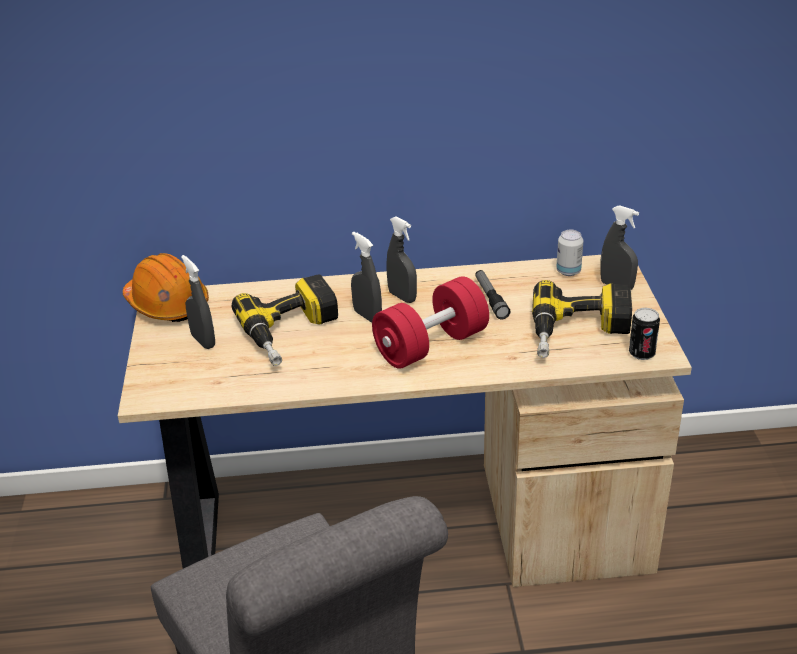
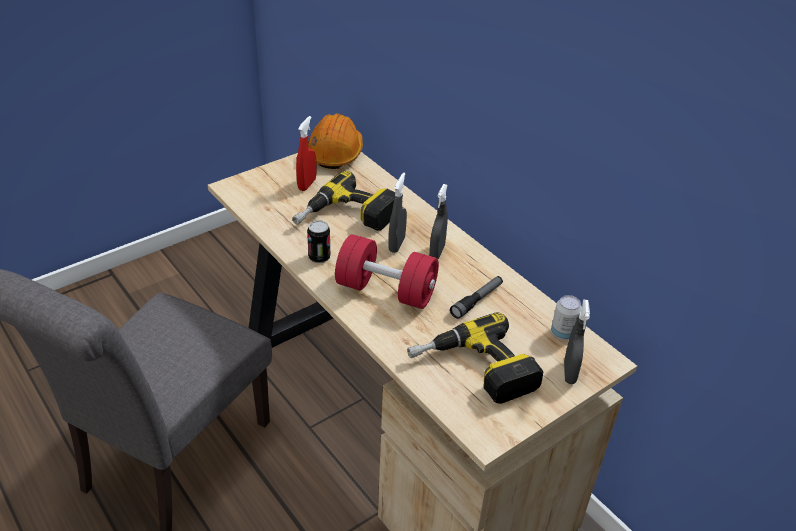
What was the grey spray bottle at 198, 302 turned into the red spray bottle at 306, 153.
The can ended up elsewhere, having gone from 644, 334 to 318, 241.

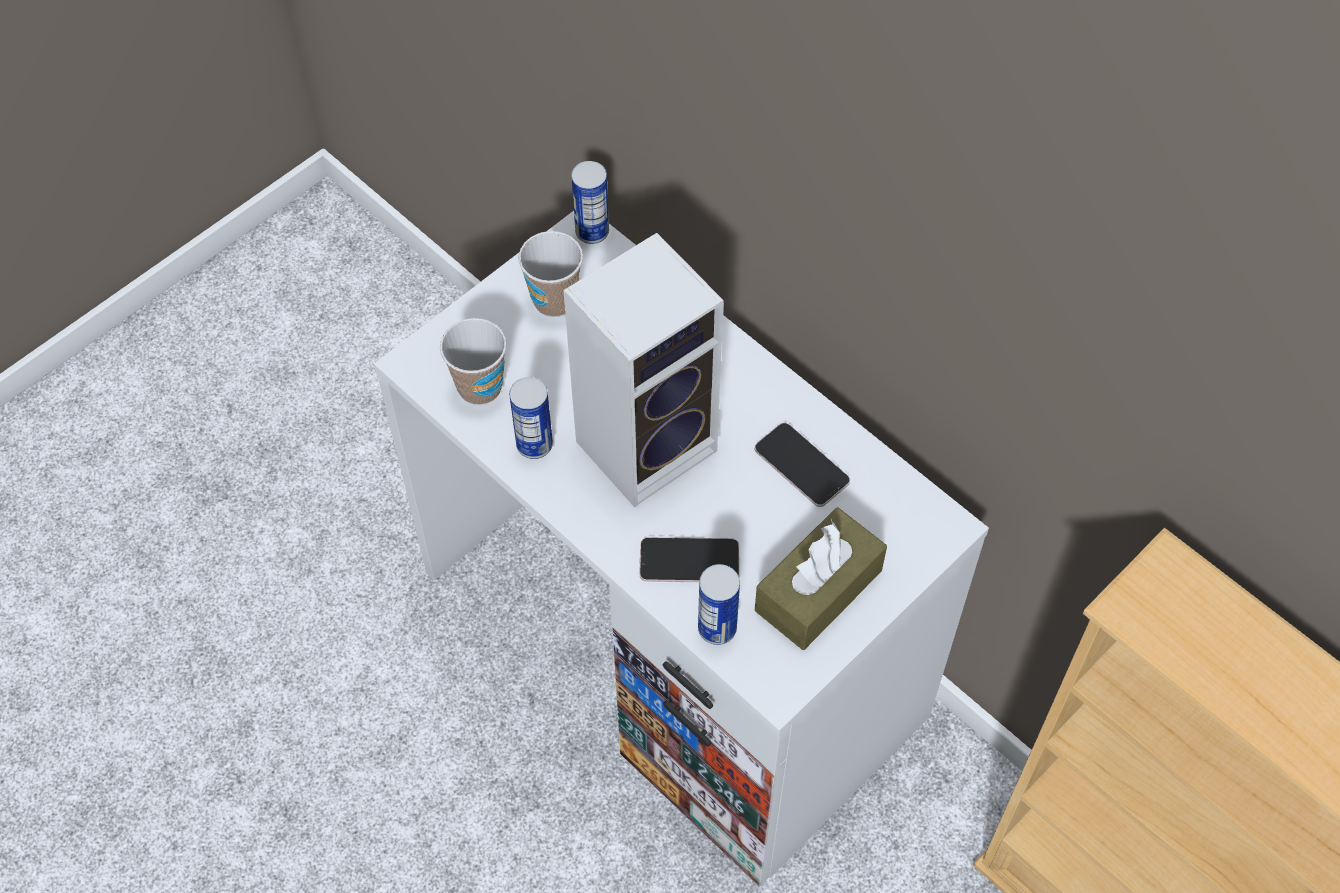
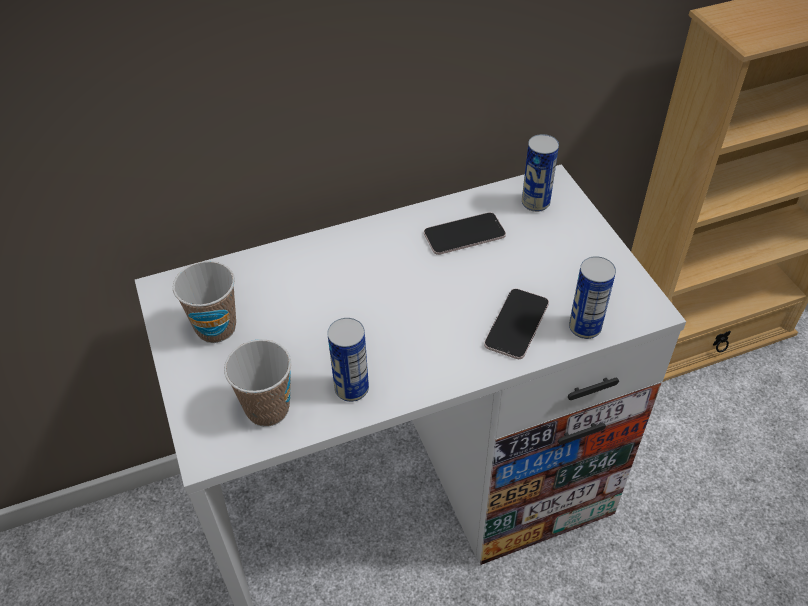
The second view lost the speaker at 643, 370.
The can ended up elsewhere, having gone from 590, 202 to 540, 173.
The second view lost the brown tissue box at 821, 578.

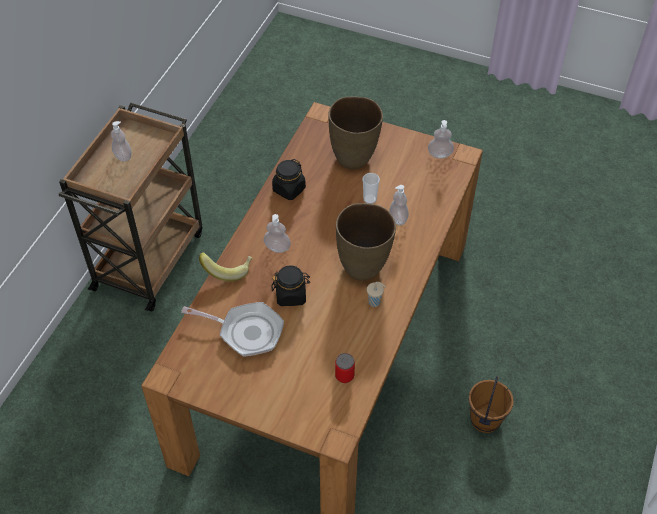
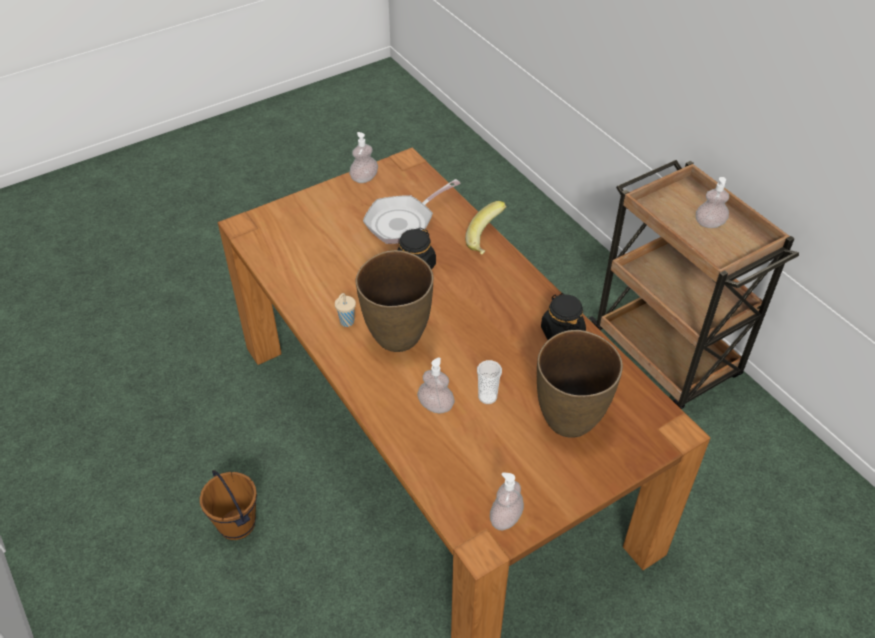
The soap dispenser ended up elsewhere, having gone from 277, 233 to 363, 157.
The second view lost the can at 345, 368.

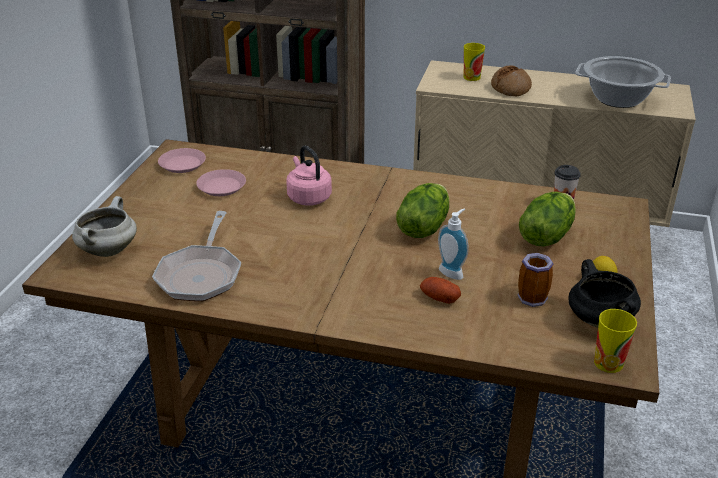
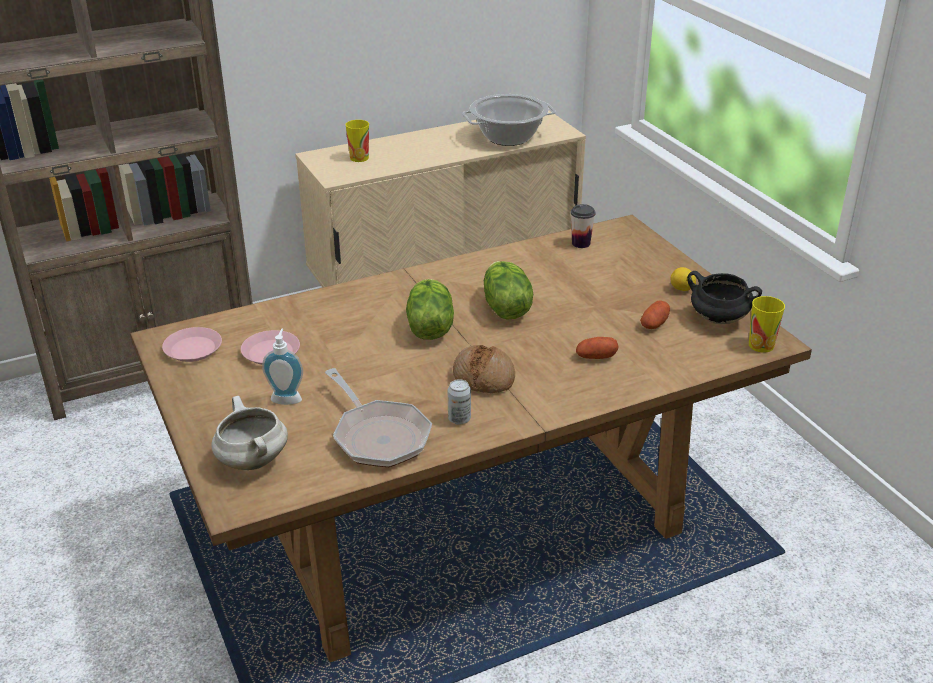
The second view lost the pink kettle at 309, 176.
The soap dispenser ended up elsewhere, having gone from 453, 244 to 282, 366.
The bread ended up elsewhere, having gone from 511, 81 to 484, 369.
Where the mug stood at 535, 280, the potato came to stand at 655, 315.
The lettuce ended up elsewhere, having gone from 547, 219 to 430, 309.
The second view gained the can at 459, 402.

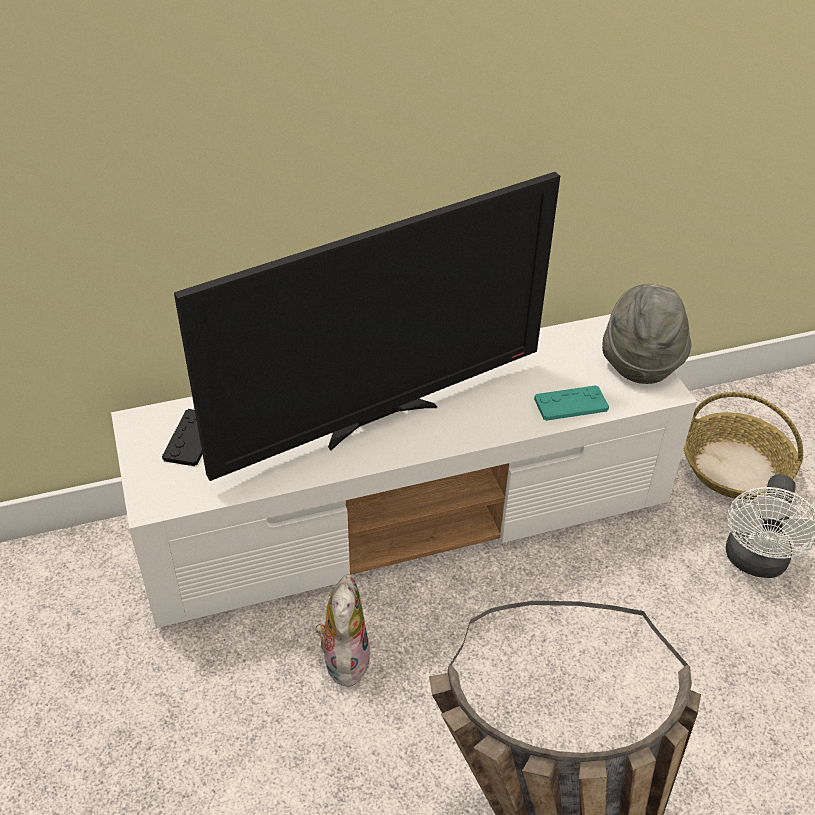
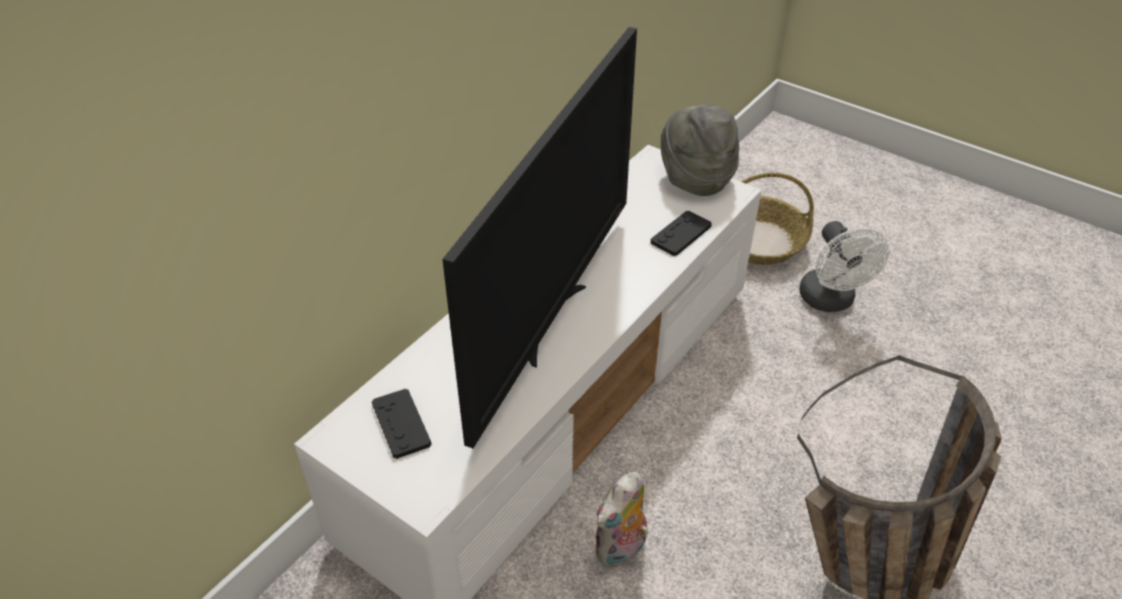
The plush toy at 342, 630 ended up facing another way, 105 degrees counterclockwise from before.
What was the turquoise game controller at 571, 403 turned into the black game controller at 681, 233.

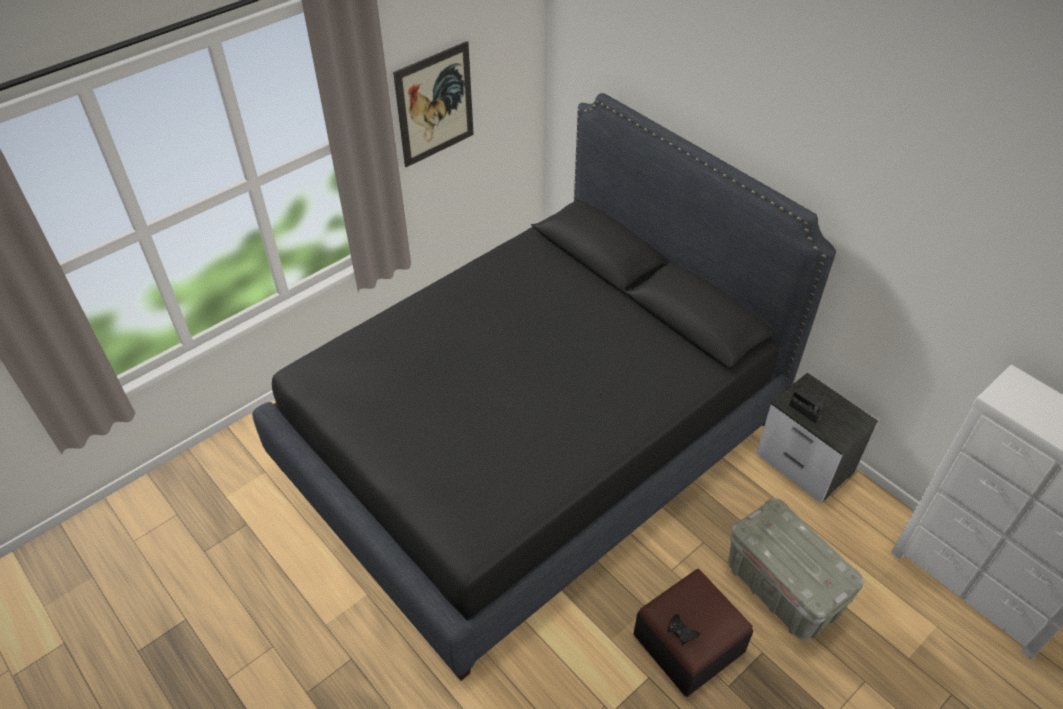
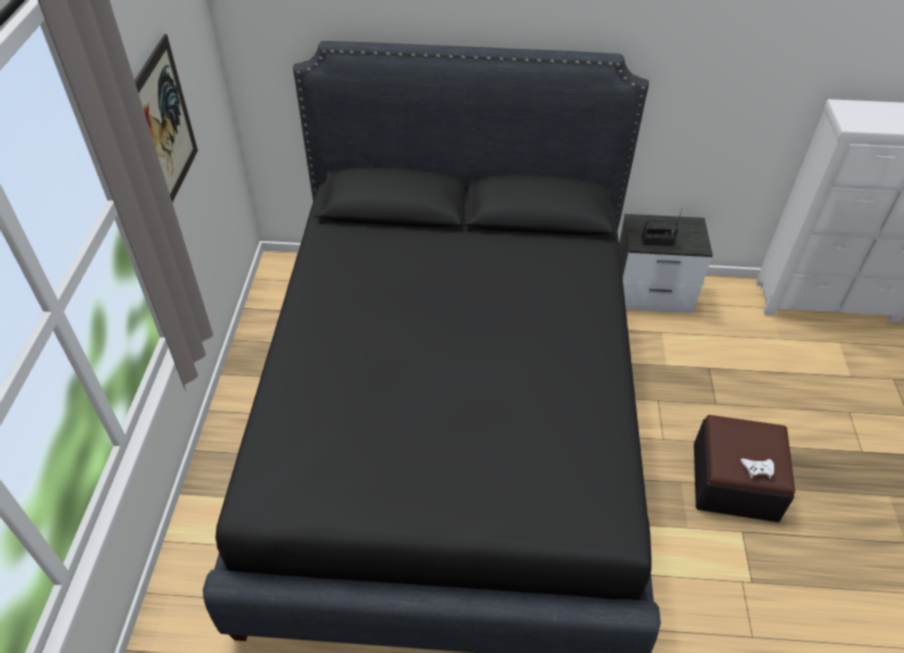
What was the black game controller at 683, 629 turned into the white game controller at 757, 468.
The second view lost the grey storage box at 796, 569.

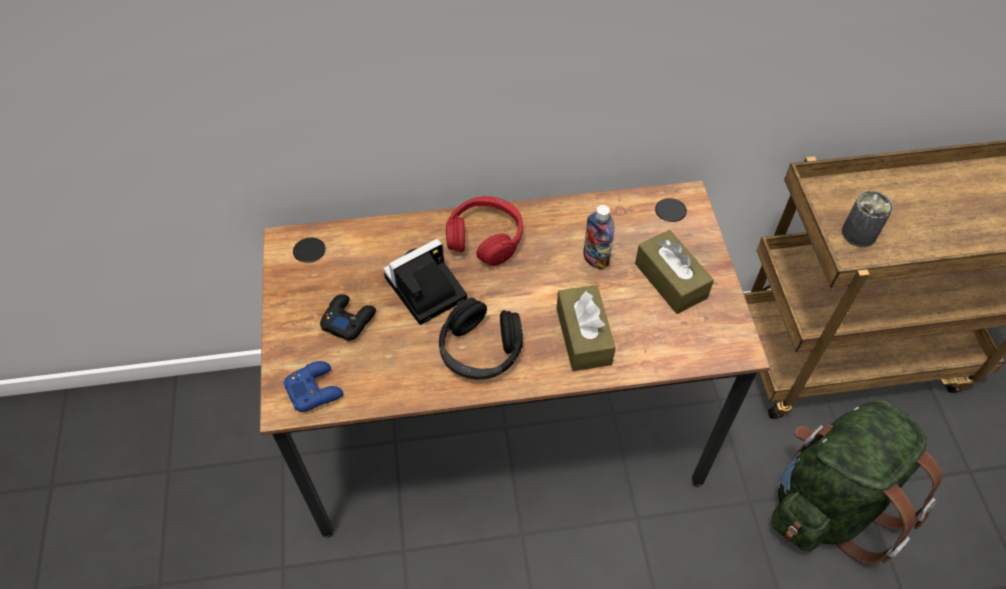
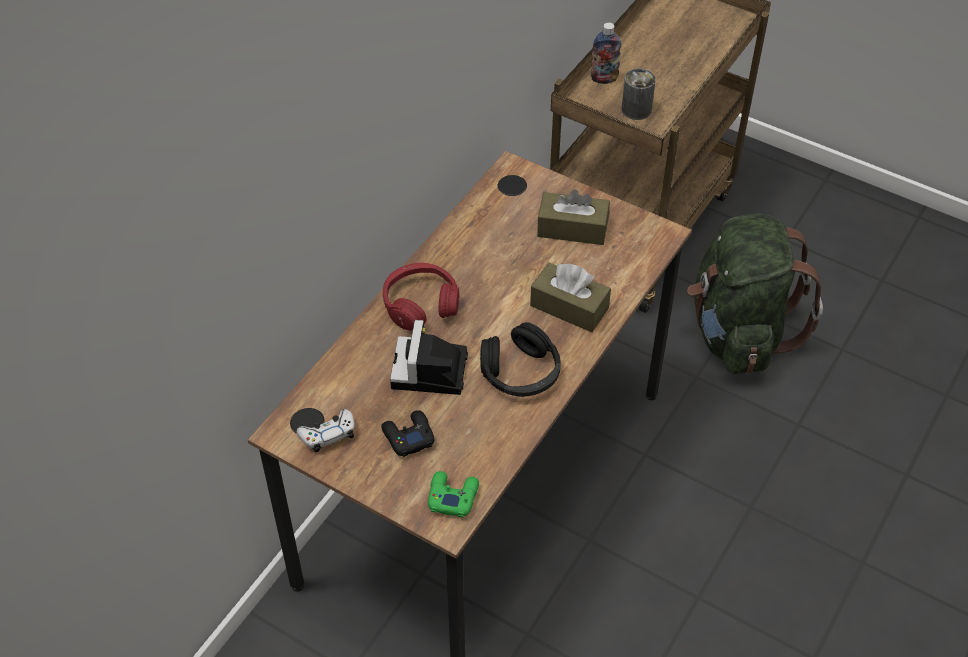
What was the blue game controller at 313, 386 turned into the green game controller at 453, 494.
The bottle ended up elsewhere, having gone from 598, 237 to 606, 53.
The second view gained the white game controller at 326, 431.

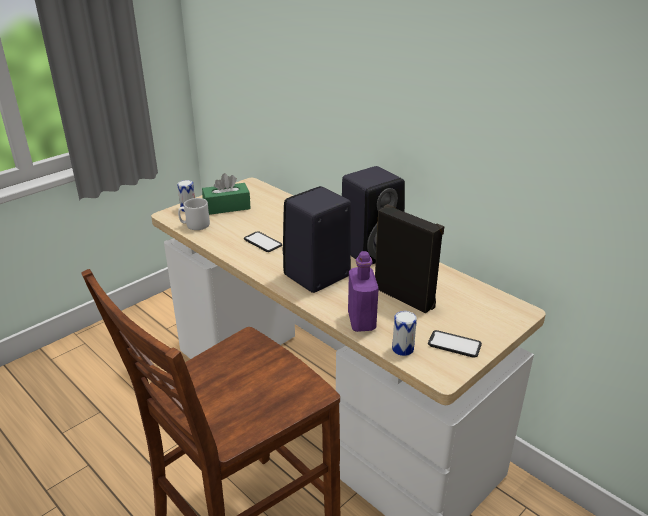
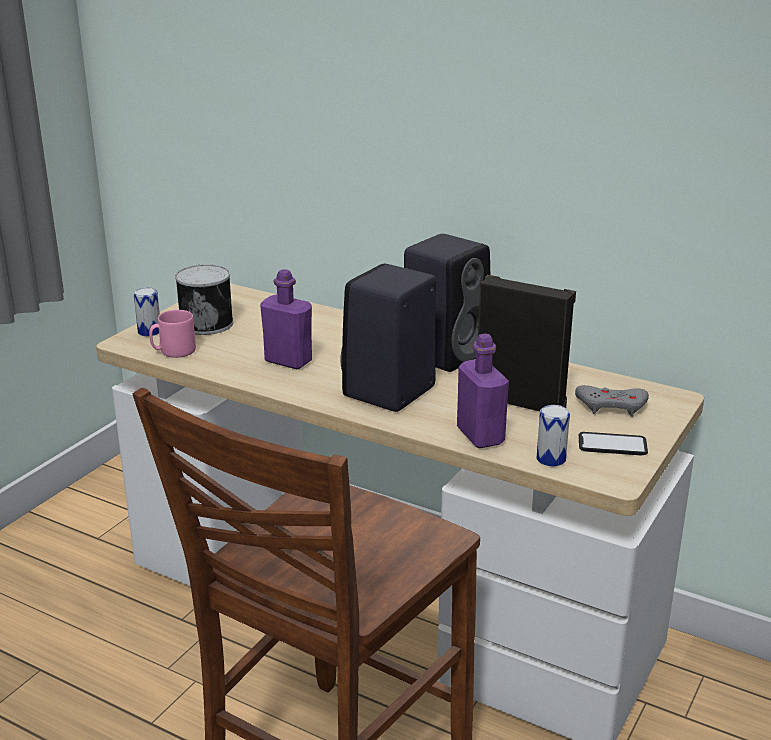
What was the grey mug at 194, 214 turned into the pink mug at 172, 334.
Where the green tissue box stood at 226, 194, the can came to stand at 204, 299.
Where the phone stood at 263, 241, the purple bottle came to stand at 286, 319.
The second view gained the grey game controller at 612, 401.

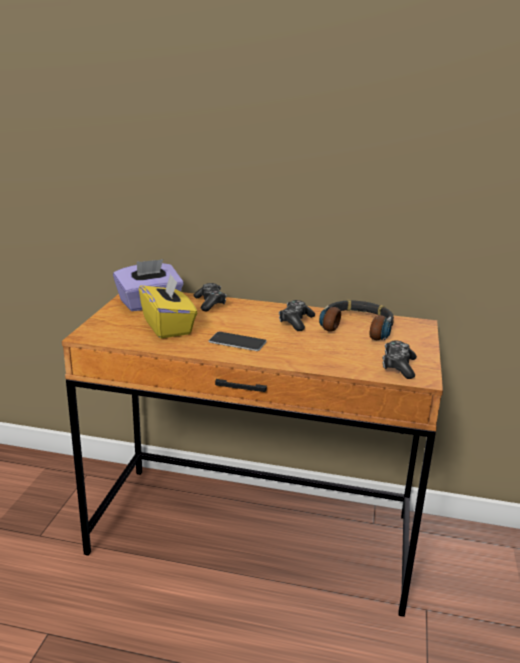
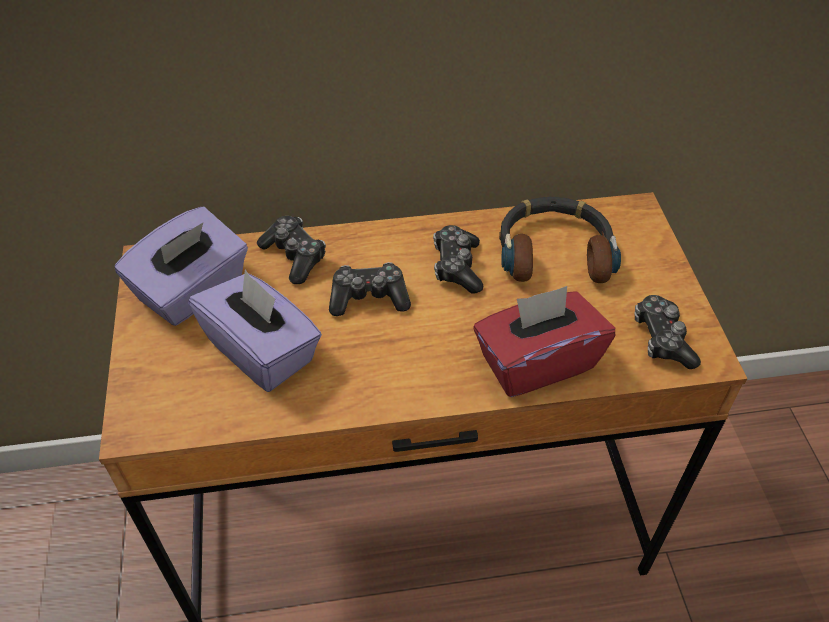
What was the yellow tissue box at 168, 306 turned into the purple tissue box at 255, 331.
The second view lost the phone at 238, 341.
The second view gained the game controller at 370, 289.
The second view gained the red tissue box at 544, 341.

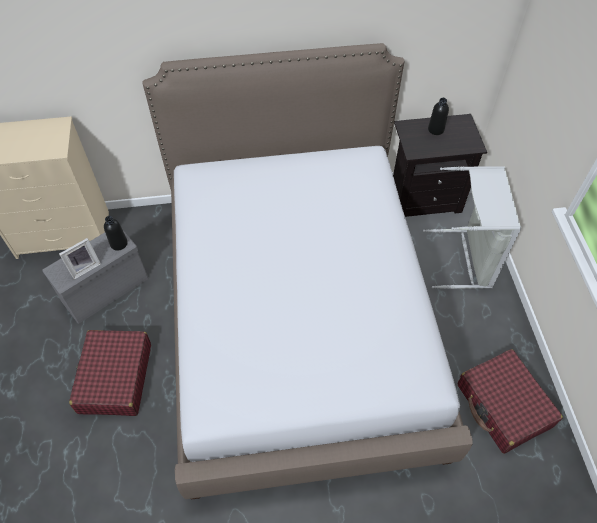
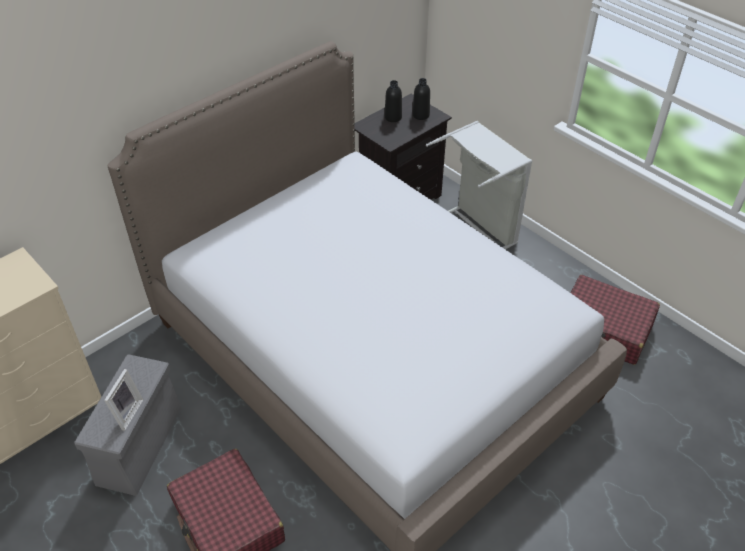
The black bottle ended up elsewhere, having gone from 116, 233 to 421, 99.

